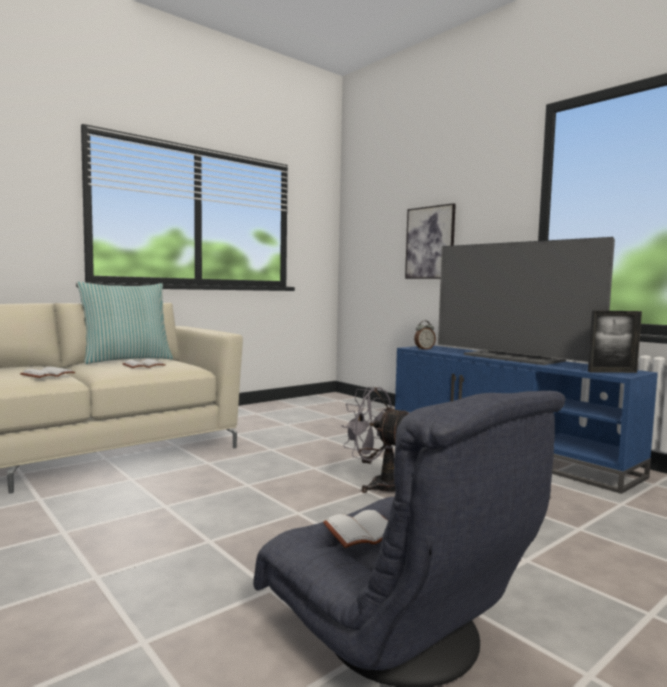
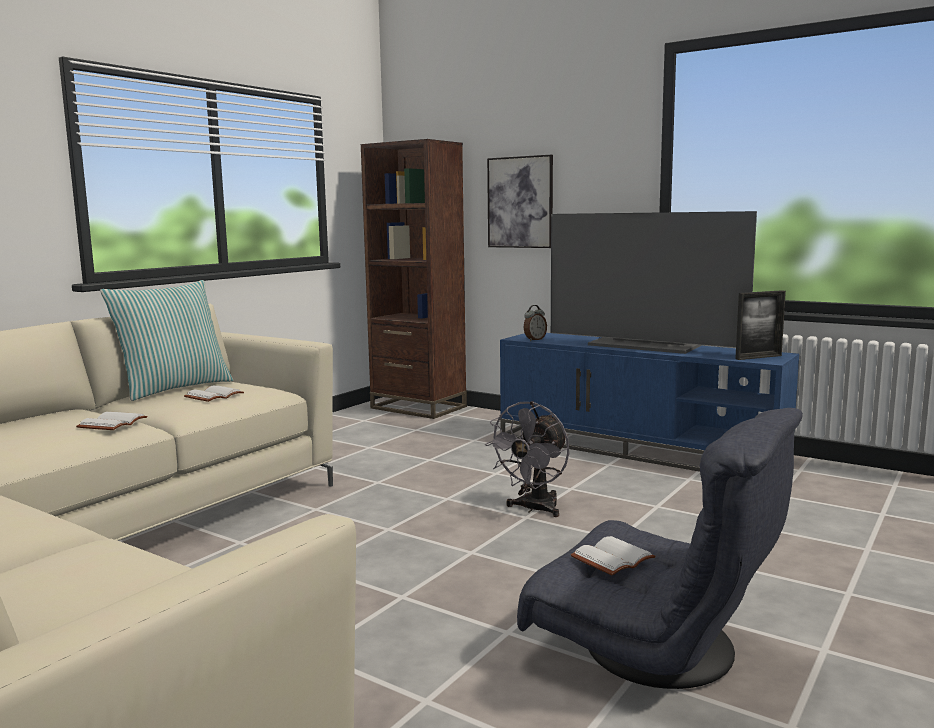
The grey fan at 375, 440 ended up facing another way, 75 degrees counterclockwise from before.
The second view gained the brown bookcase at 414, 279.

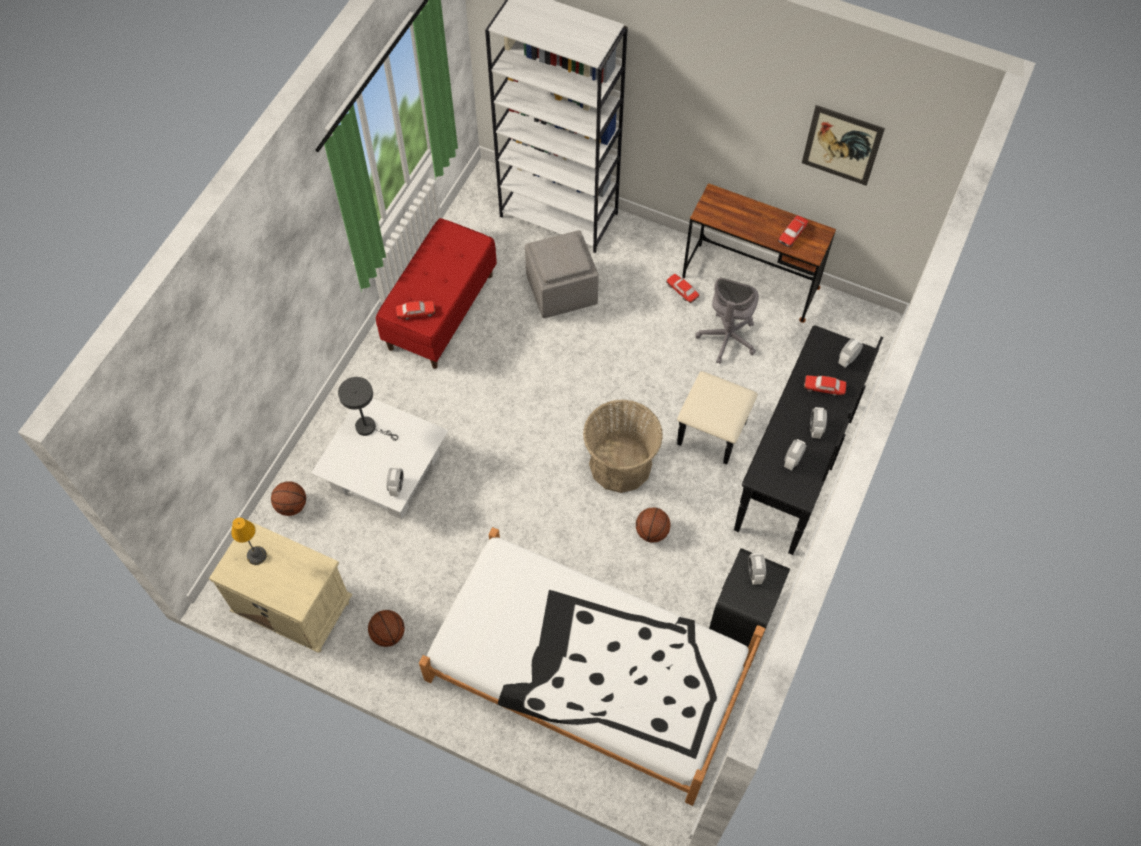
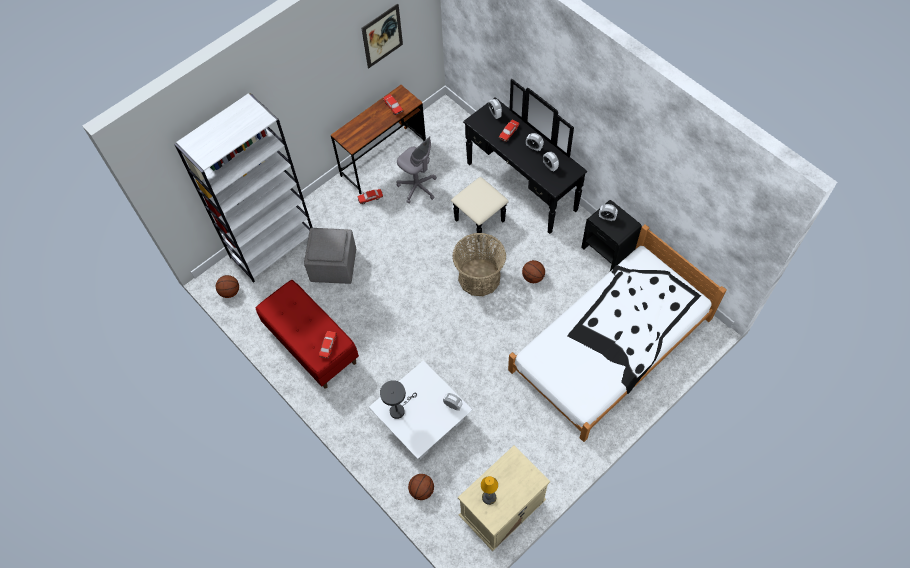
The basketball ended up elsewhere, having gone from 386, 628 to 227, 286.

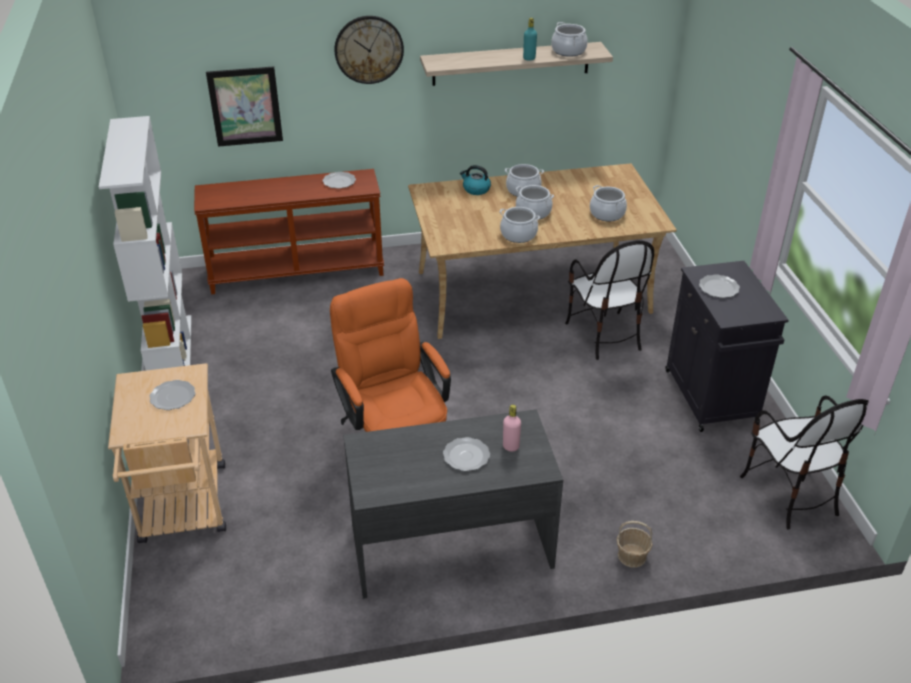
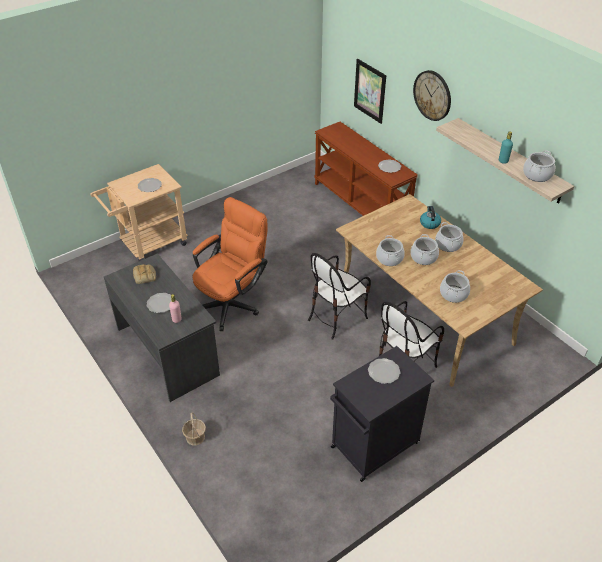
The second view lost the white bookcase at 145, 243.
The chair ended up elsewhere, having gone from 804, 462 to 339, 296.
The second view gained the bread at 144, 274.

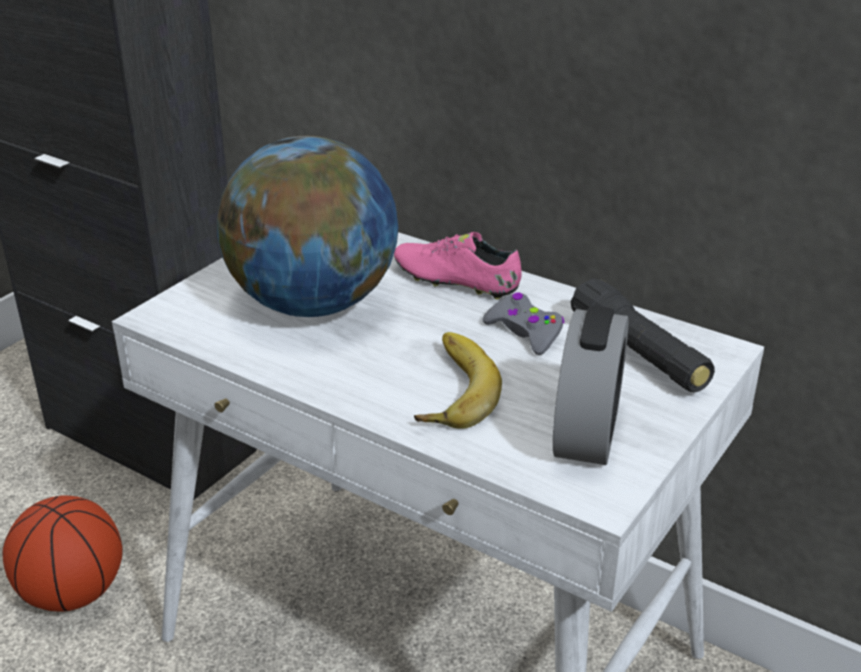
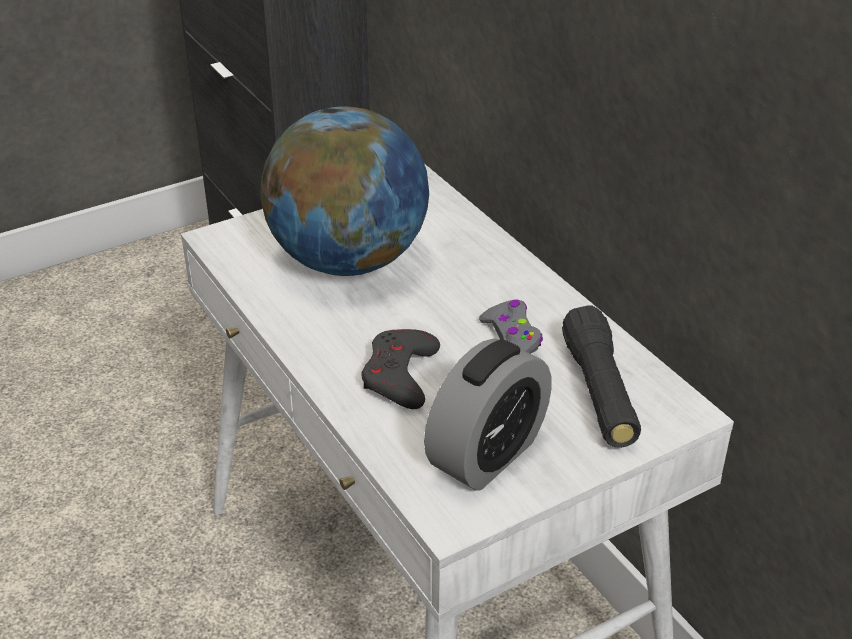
The second view lost the basketball at 63, 554.
The second view lost the pink shoe at 458, 265.
Where the banana stood at 458, 380, the grey game controller came to stand at 400, 369.

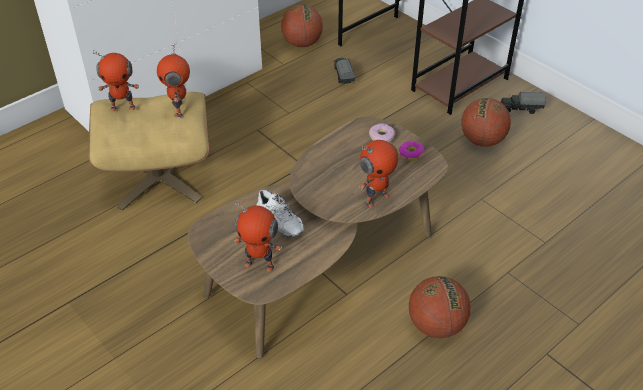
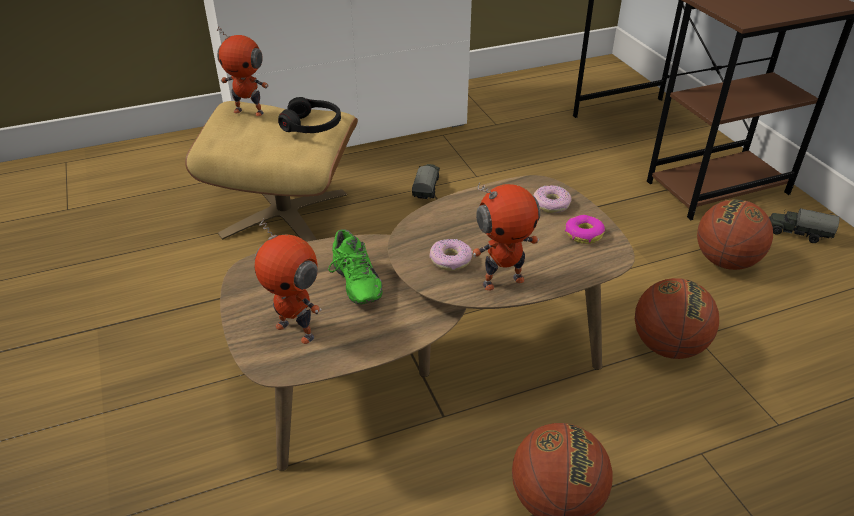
Where the toy robot stood at 173, 80, the black headphones came to stand at 309, 115.
What was the white shoe at 280, 213 turned into the green shoe at 355, 266.
The basketball ended up elsewhere, having gone from 302, 26 to 677, 318.
The toy truck ended up elsewhere, having gone from 344, 71 to 426, 181.
The second view gained the donut at 450, 255.

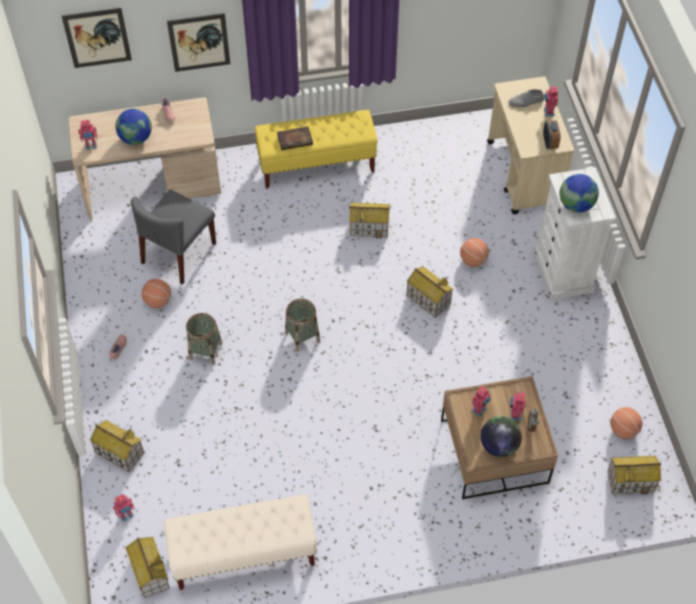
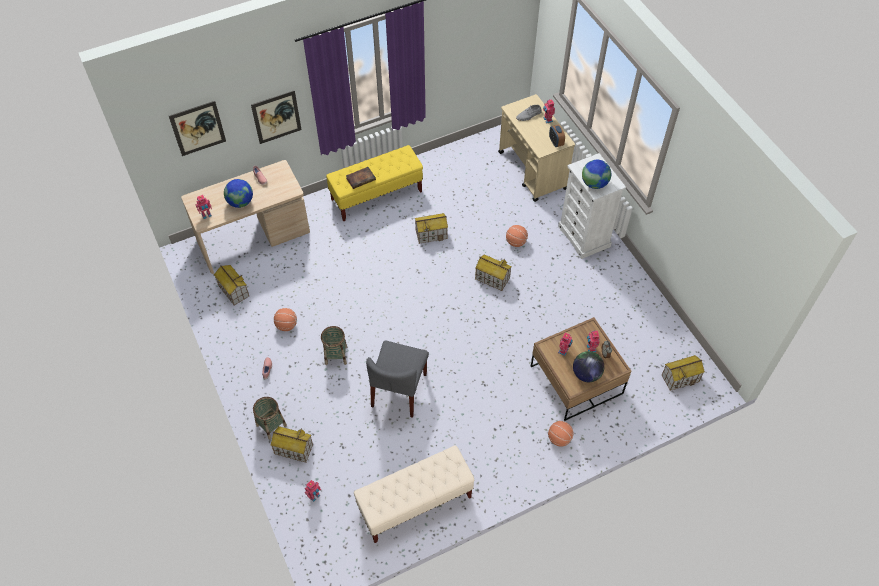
The toy house ended up elsewhere, having gone from 147, 567 to 231, 285.
The grey chair ended up elsewhere, having gone from 173, 237 to 397, 379.
The basket ended up elsewhere, having gone from 302, 325 to 270, 418.
The basketball ended up elsewhere, having gone from 626, 423 to 560, 434.

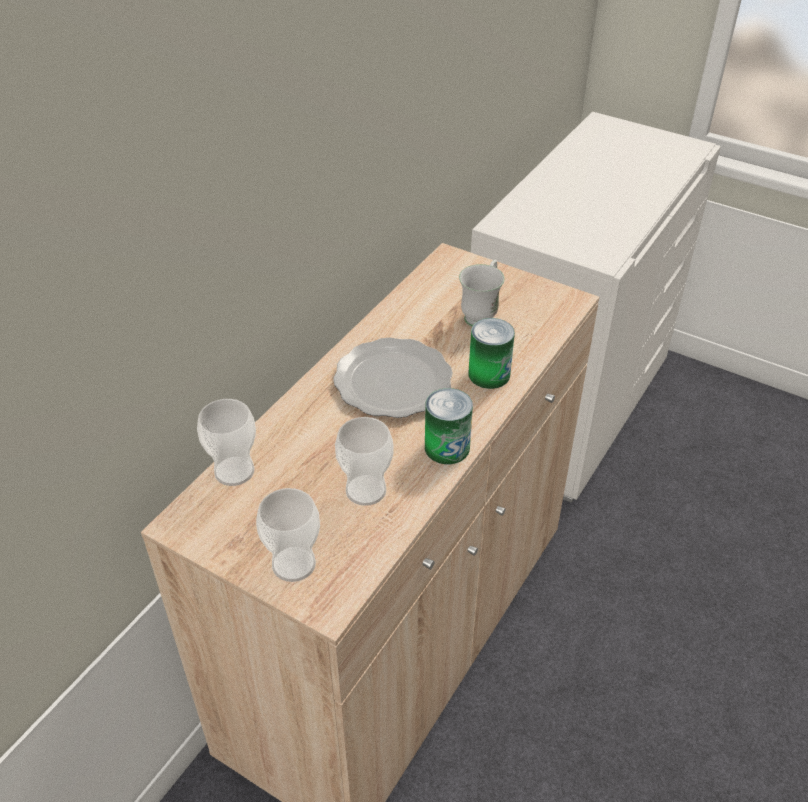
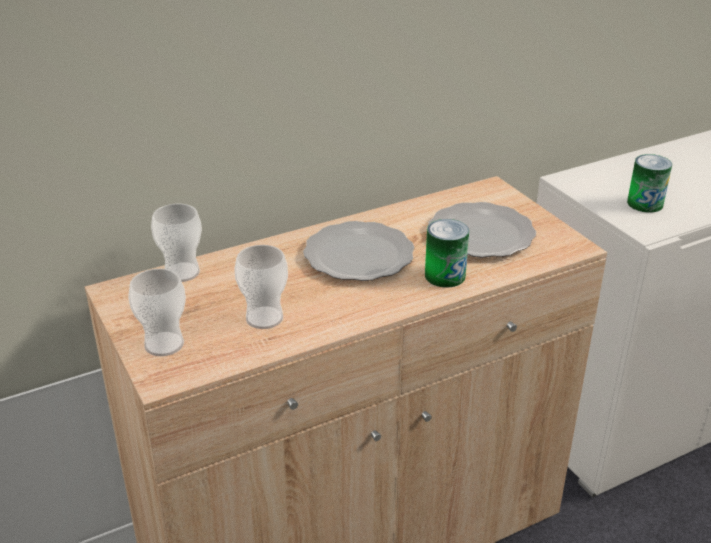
The can ended up elsewhere, having gone from 449, 426 to 649, 183.
Where the white mug stood at 482, 292, the plate came to stand at 482, 230.

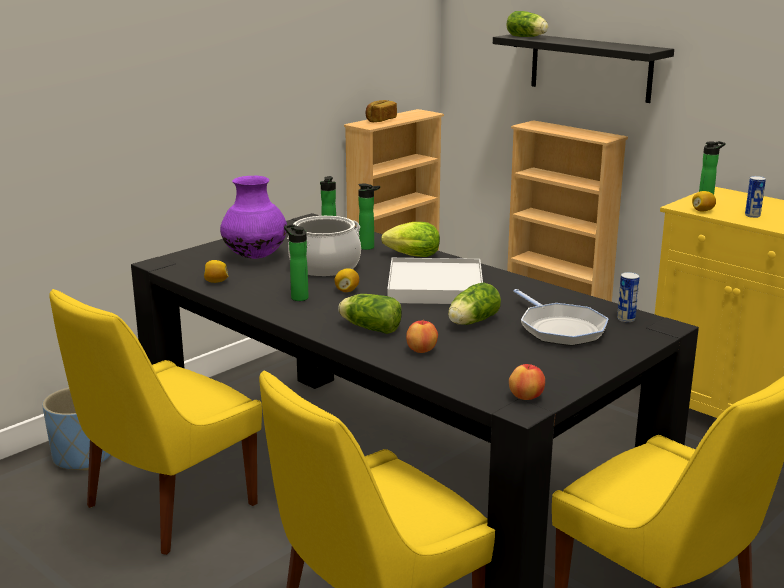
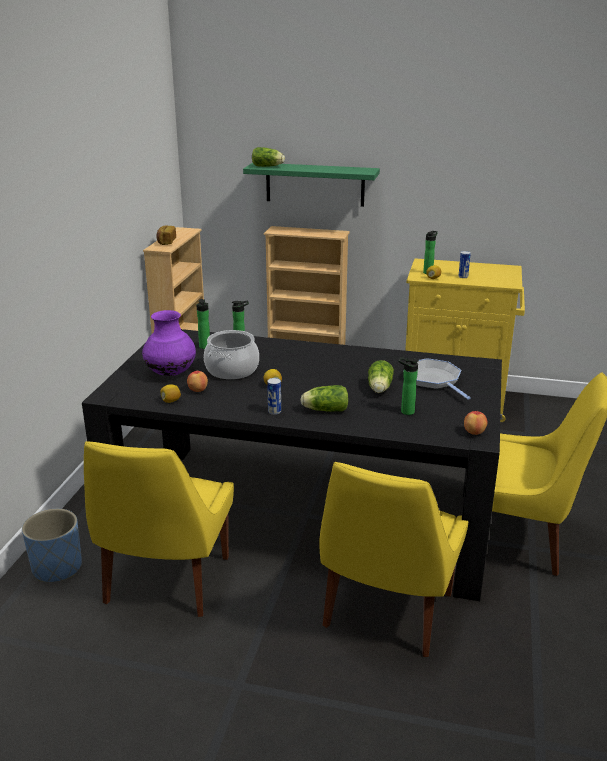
The bottle ended up elsewhere, having gone from 296, 262 to 408, 386.
The second view lost the lettuce at 410, 239.
The second view lost the white tray at 435, 281.
The apple ended up elsewhere, having gone from 422, 336 to 197, 381.
What was the black shelf at 583, 68 turned into the green shelf at 311, 185.
The frying pan at 561, 317 ended up facing another way, 150 degrees counterclockwise from before.
The can ended up elsewhere, having gone from 628, 297 to 274, 396.

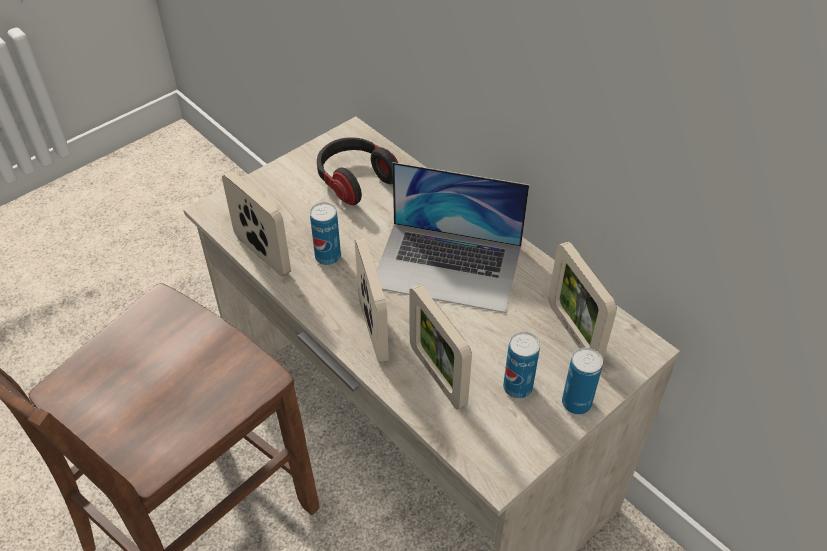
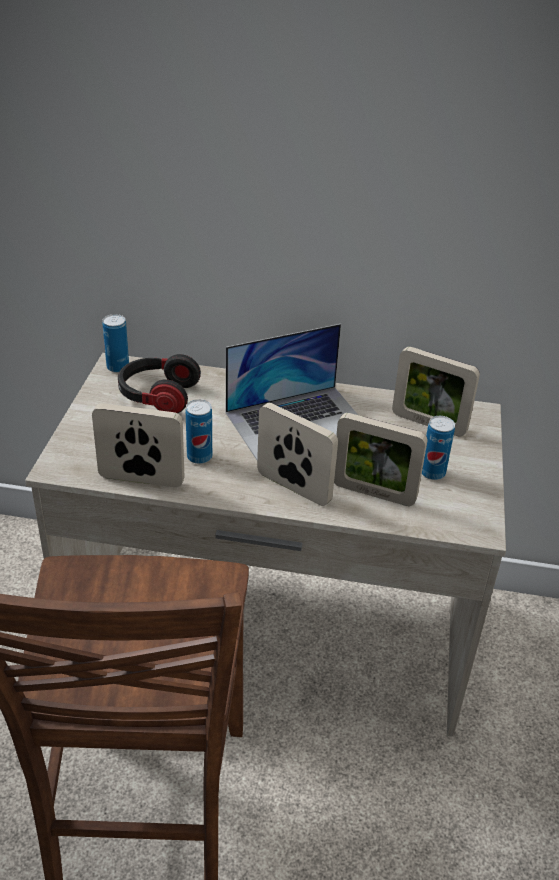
The can ended up elsewhere, having gone from 582, 381 to 115, 343.

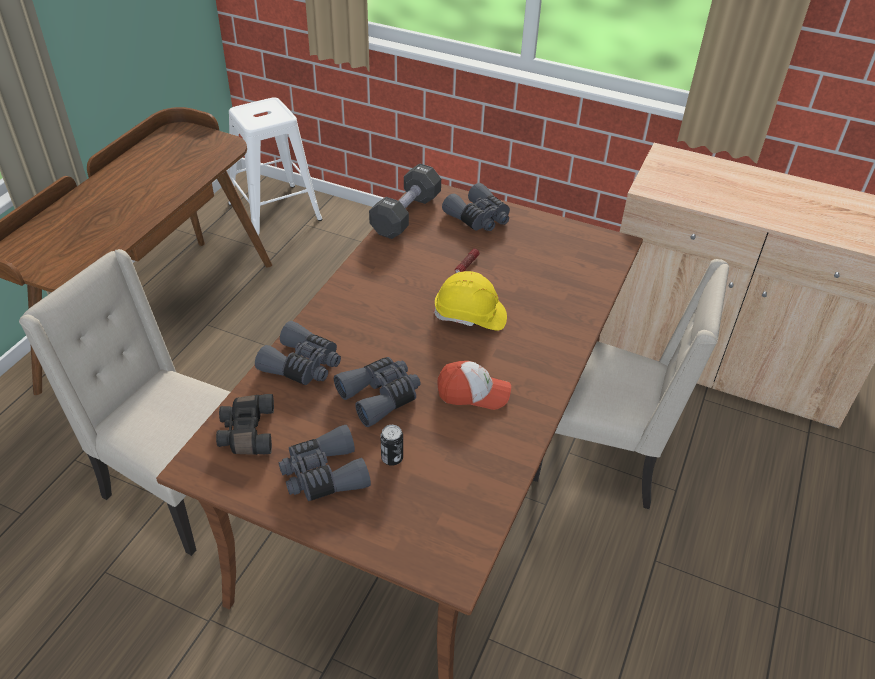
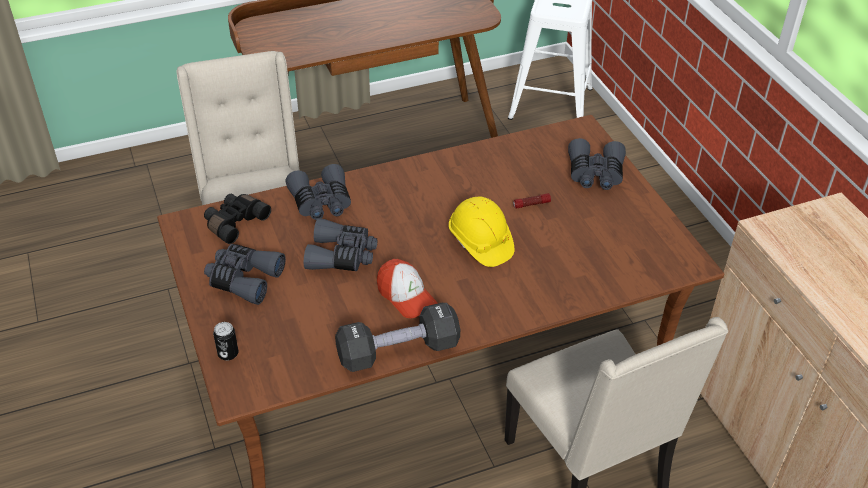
The black dumbbell ended up elsewhere, having gone from 405, 201 to 397, 337.
The can ended up elsewhere, having gone from 391, 445 to 225, 341.

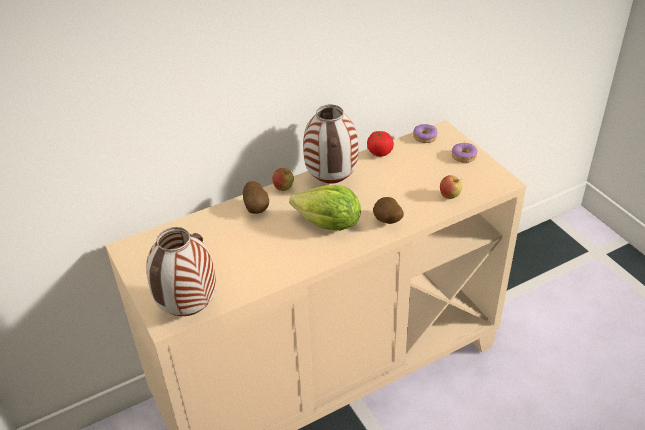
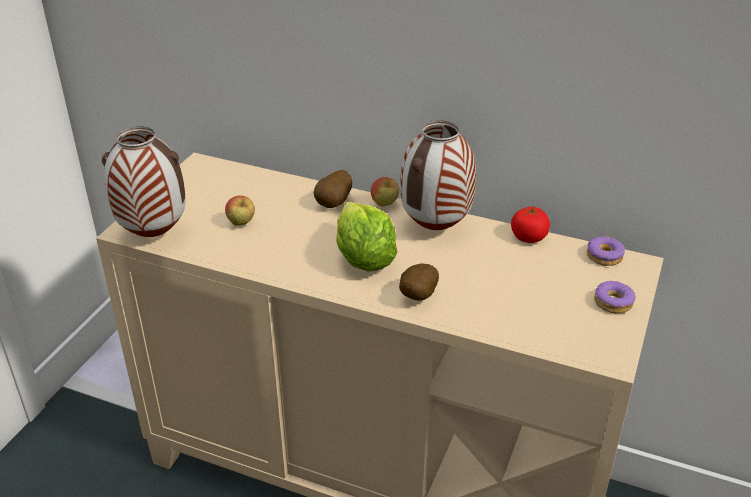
The apple ended up elsewhere, having gone from 451, 187 to 240, 211.

